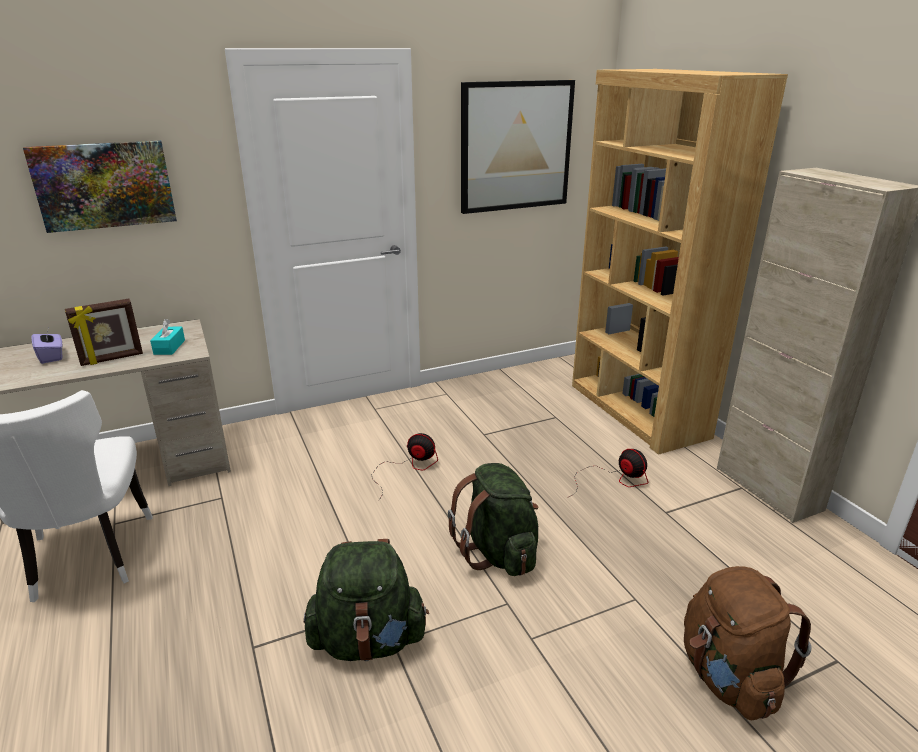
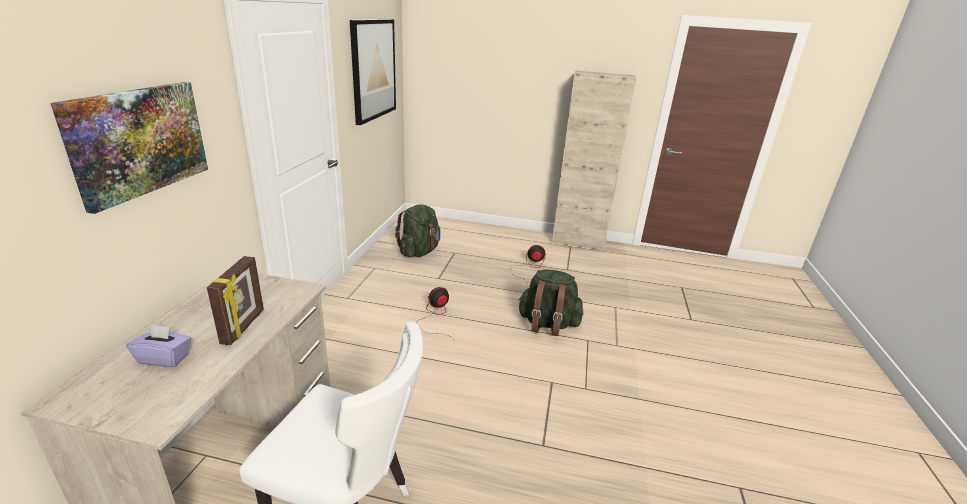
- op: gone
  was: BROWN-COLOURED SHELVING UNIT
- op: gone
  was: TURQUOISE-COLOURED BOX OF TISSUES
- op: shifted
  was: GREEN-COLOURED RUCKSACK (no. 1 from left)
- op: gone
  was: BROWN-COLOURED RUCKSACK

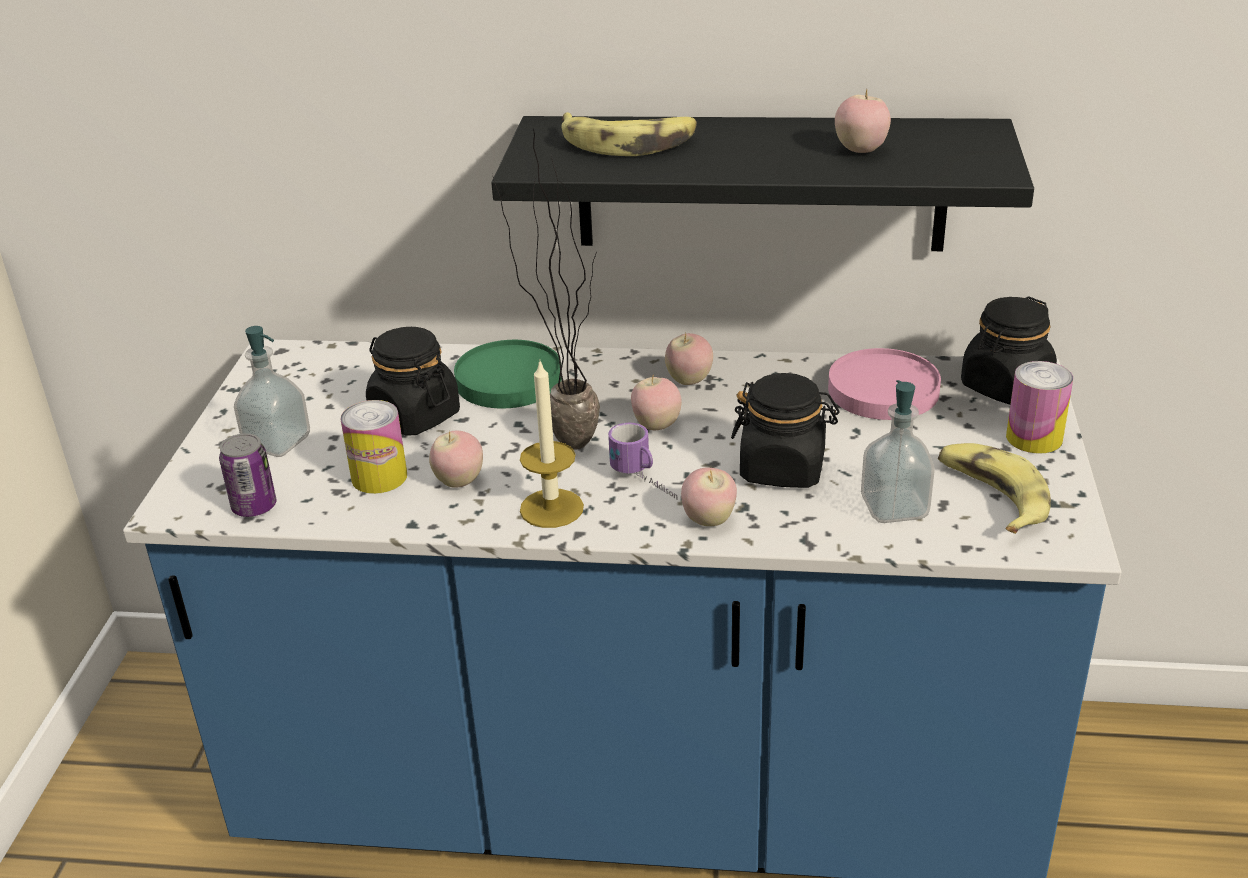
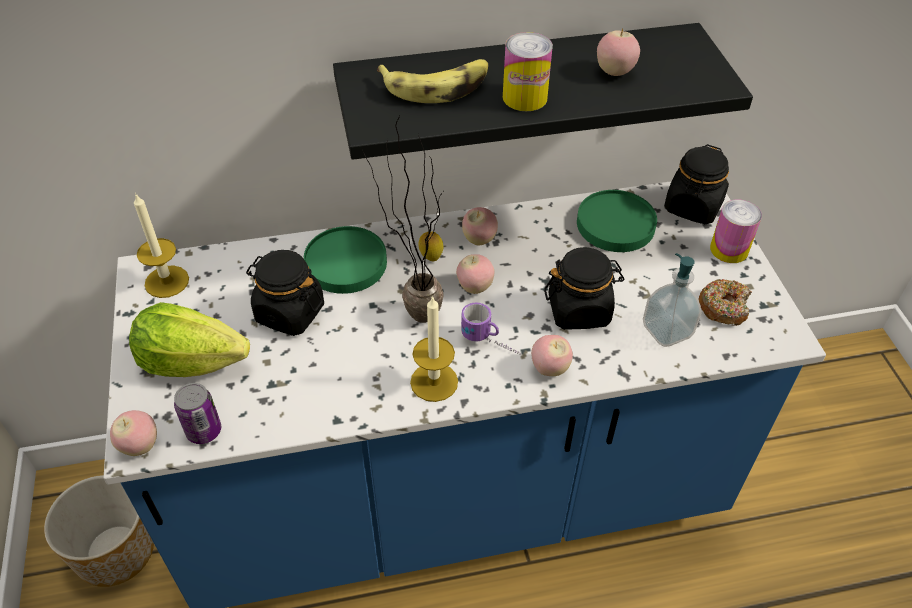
- op: swapped
  was: SOAP BOTTLE (no. 1 from left)
  now: LETTUCE HEAD
- op: repainted
  was: PINKISH PLATE
  now: GREEN-COLOURED PLATE (no. 2 from left)
- op: shifted
  was: CAN (no. 2 from left)
- op: shifted
  was: APPLE FRUIT (no. 1 from left)
- op: swapped
  was: WHOLE BANANA (no. 2 from left)
  now: RING DOUGHNUT
- op: new
  now: WAX CANDLE (no. 1 from left)
- op: new
  now: WHOLE LEMON
- op: new
  now: FLOWER POT

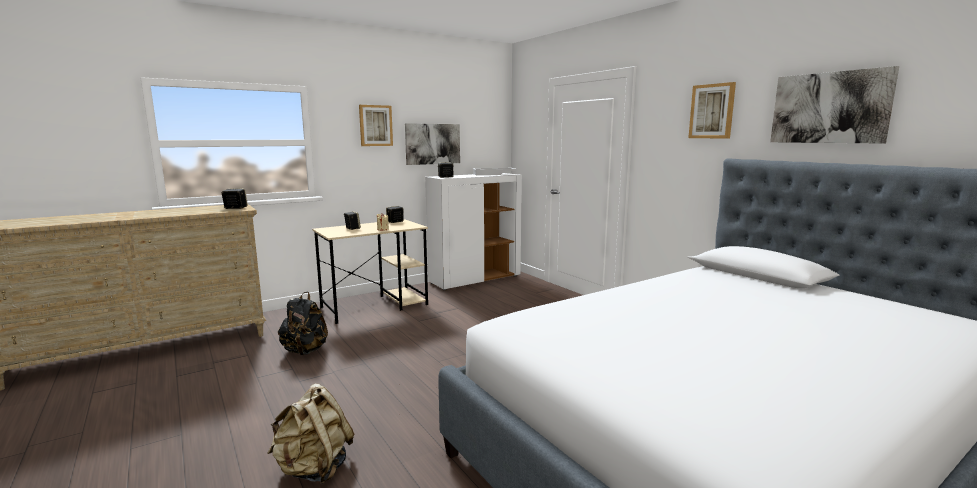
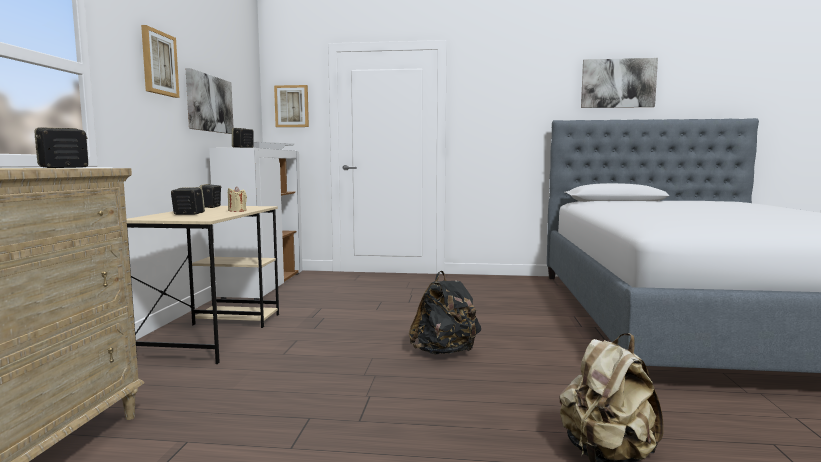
- op: shifted
  was: WALL PICTURE (no. 3 from left)
- op: shifted
  was: BLACKISH RUCKSACK

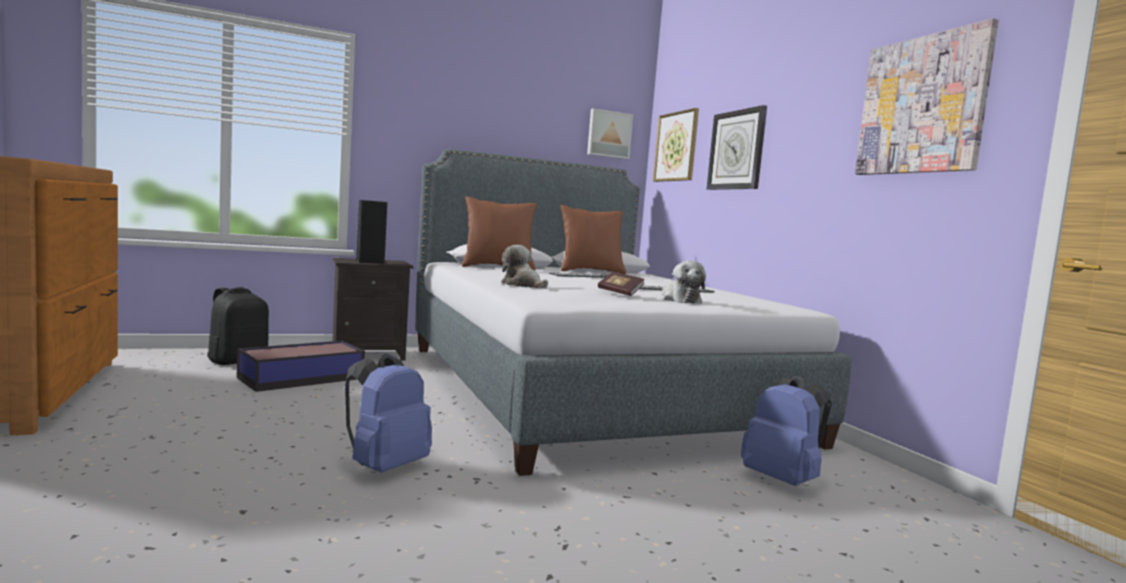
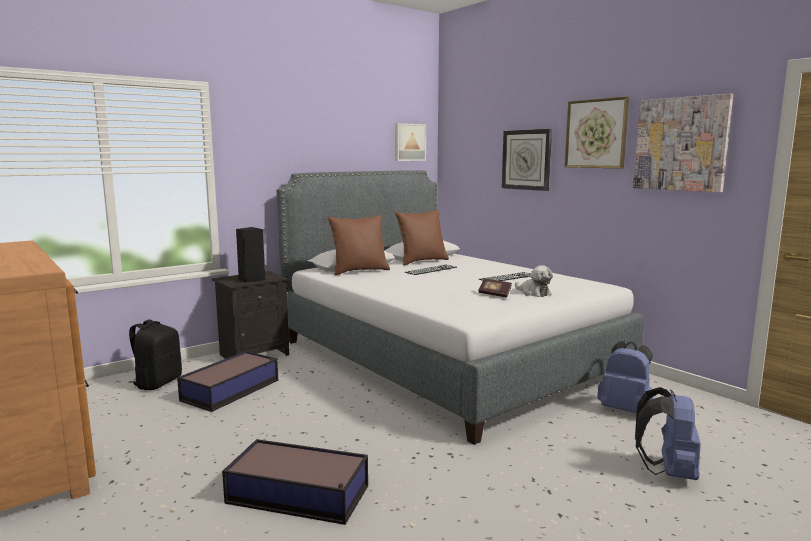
- op: shifted
  was: WALL PICTURE (no. 2 from left)
- op: gone
  was: CUDDLY TOY (no. 1 from left)
- op: shifted
  was: BLUISH RUCKSACK (no. 1 from left in the first image)
  now: BLUISH RUCKSACK (no. 2 from left)
- op: new
  now: STORAGE BIN (no. 2 from left)

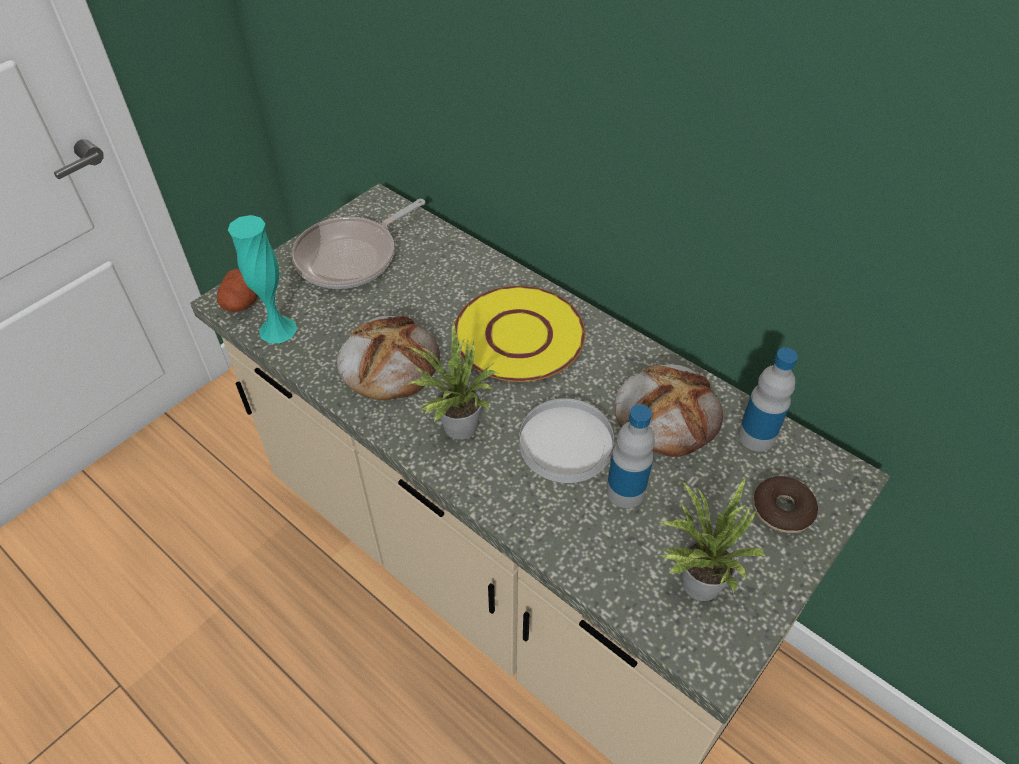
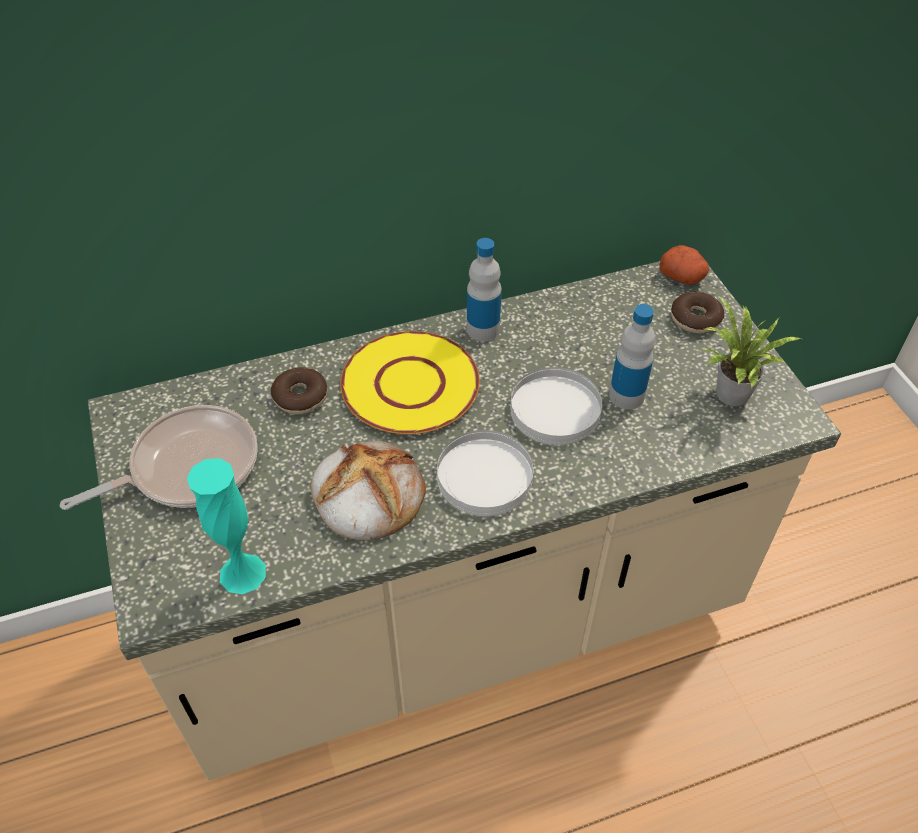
- op: rotated
  was: FRYING PAN
  clockwise: -105
- op: shifted
  was: SPUD
- op: swapped
  was: HOUSEPLANT (no. 1 from left)
  now: WHITISH PLATE (no. 1 from left)
- op: shifted
  was: DRINK BOTTLE (no. 2 from left in the first image)
  now: DRINK BOTTLE (no. 1 from left)
- op: gone
  was: BREAD (no. 2 from left)
- op: new
  now: RING DOUGHNUT (no. 1 from left)

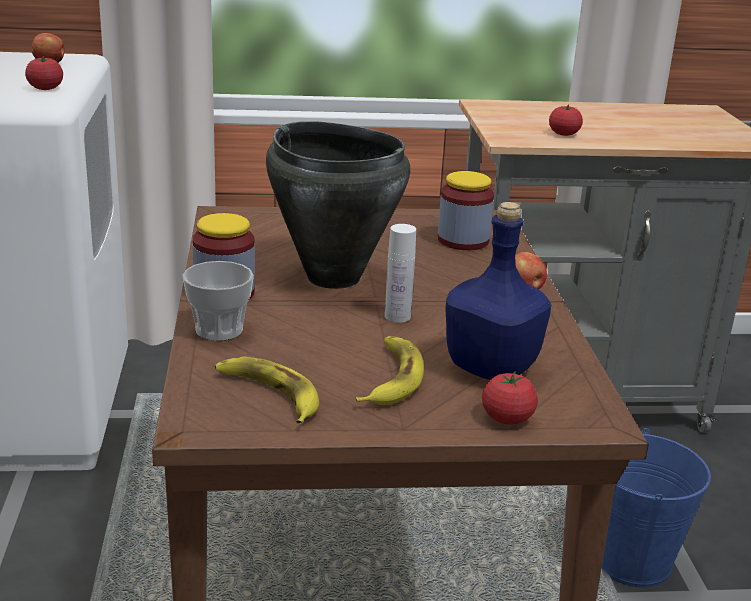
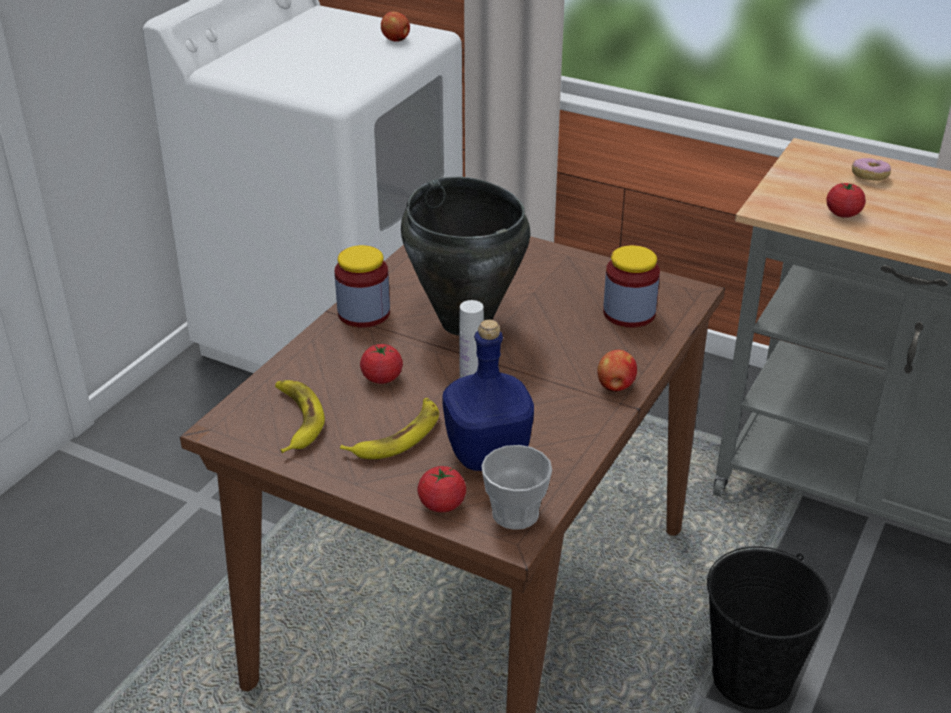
- op: shifted
  was: TOMATO (no. 1 from left)
- op: shifted
  was: SMALL CUP
- op: repainted
  was: BLUISH PAIL
  now: BLACKISH PAIL
- op: new
  now: RING DOUGHNUT

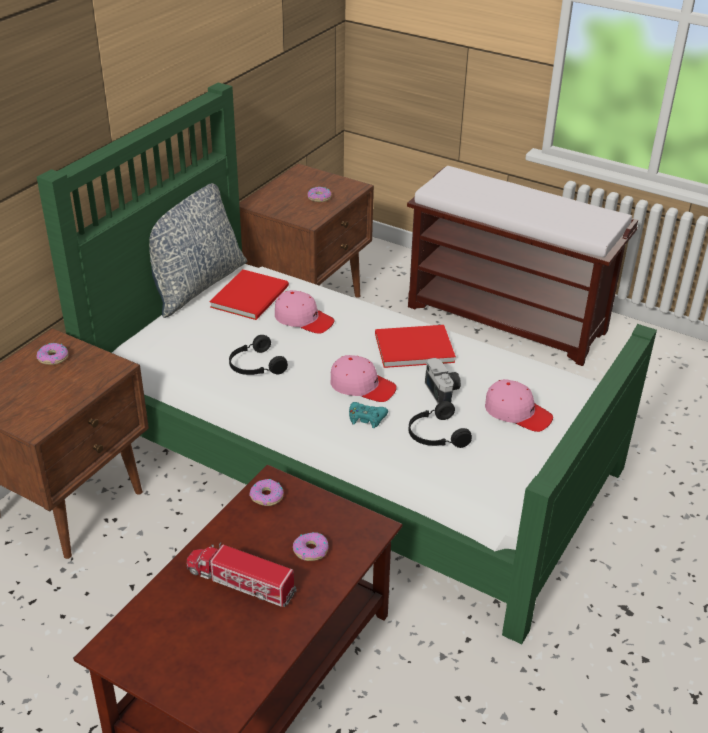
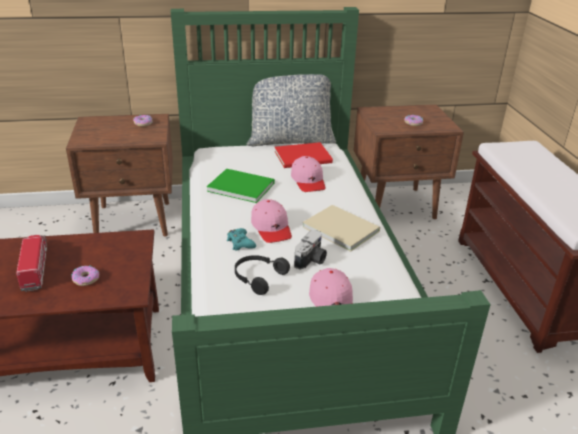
- op: repainted
  was: REDDISH VOLUME (no. 2 from left)
  now: BEIGE VOLUME
- op: swapped
  was: BLACKISH HEADSET (no. 1 from left)
  now: GREEN-COLOURED VOLUME
- op: gone
  was: RING DOUGHNUT (no. 2 from left)

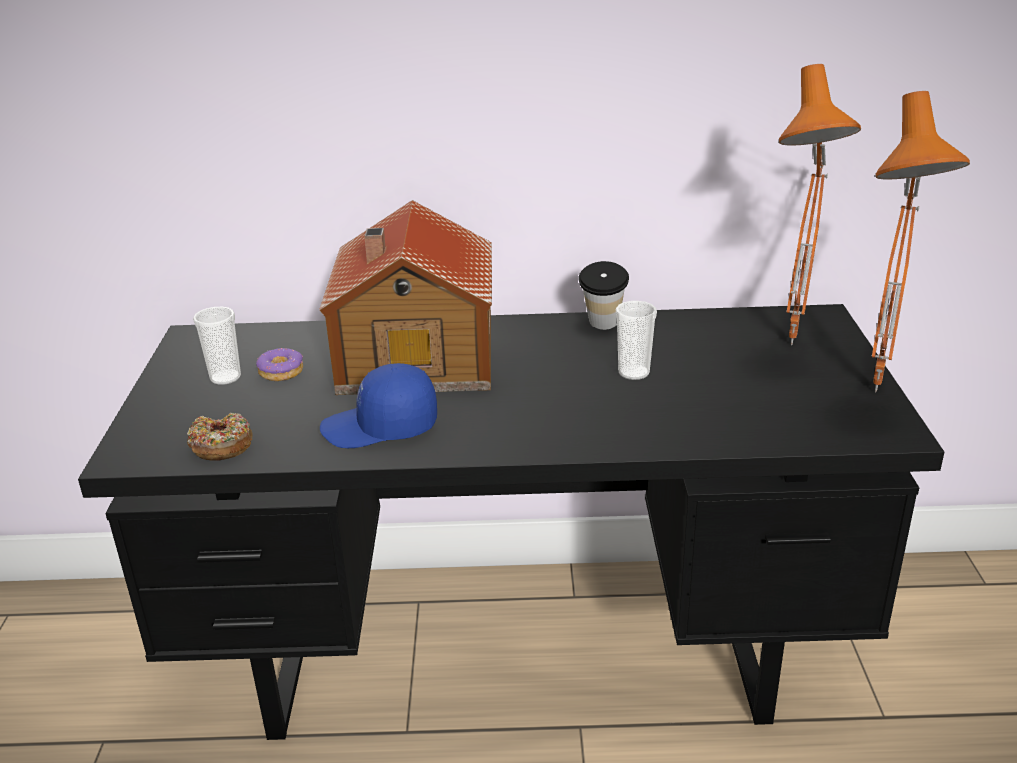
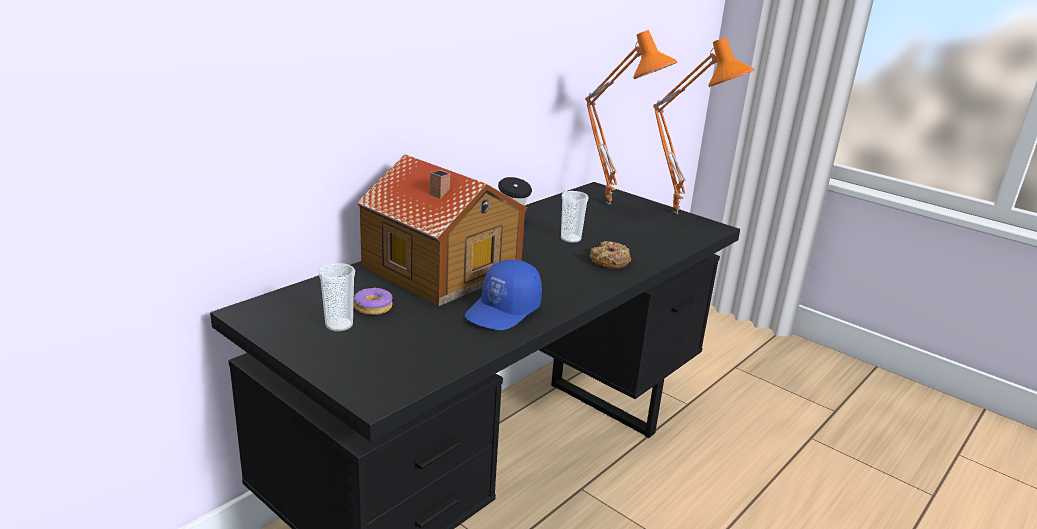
- op: shifted
  was: RING DOUGHNUT (no. 1 from left in the first image)
  now: RING DOUGHNUT (no. 2 from left)

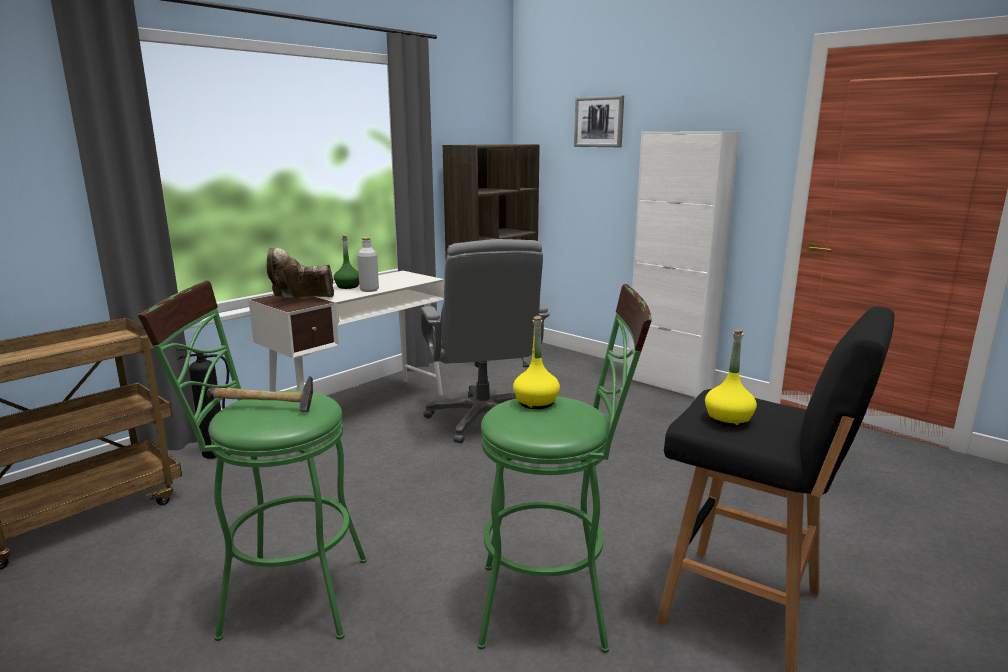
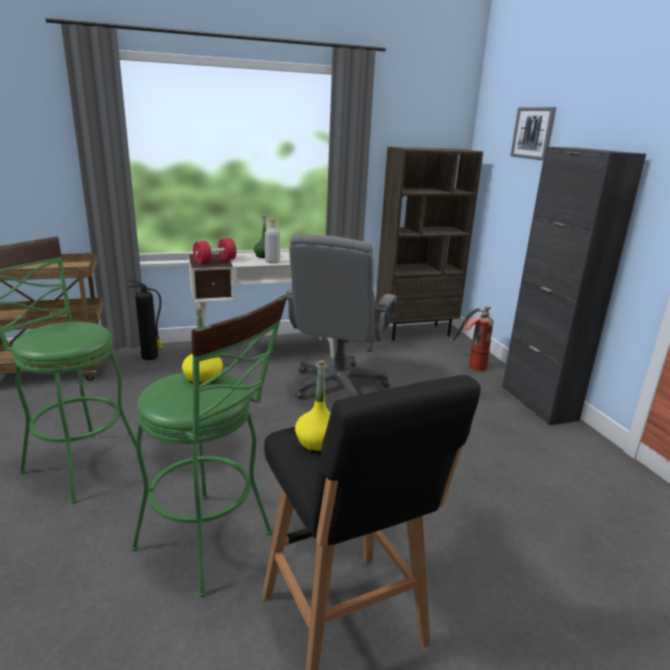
- op: repainted
  was: WHITISH CUPBOARD
  now: BLACKISH CUPBOARD
- op: swapped
  was: BROWN-COLOURED TALL BOOT
  now: REDDISH HAND WEIGHT
- op: gone
  was: TOOL HAMMER
- op: new
  now: FIRE-FIGHTING CYLINDER (no. 2 from left)

